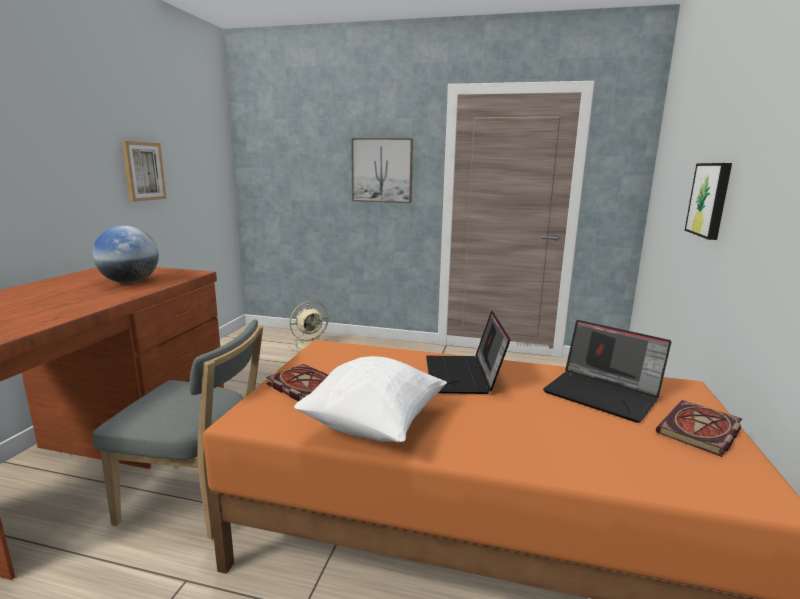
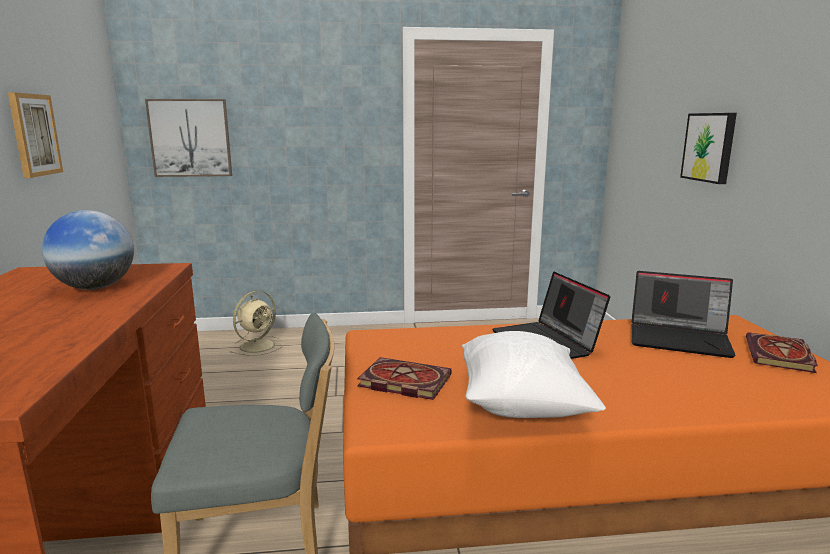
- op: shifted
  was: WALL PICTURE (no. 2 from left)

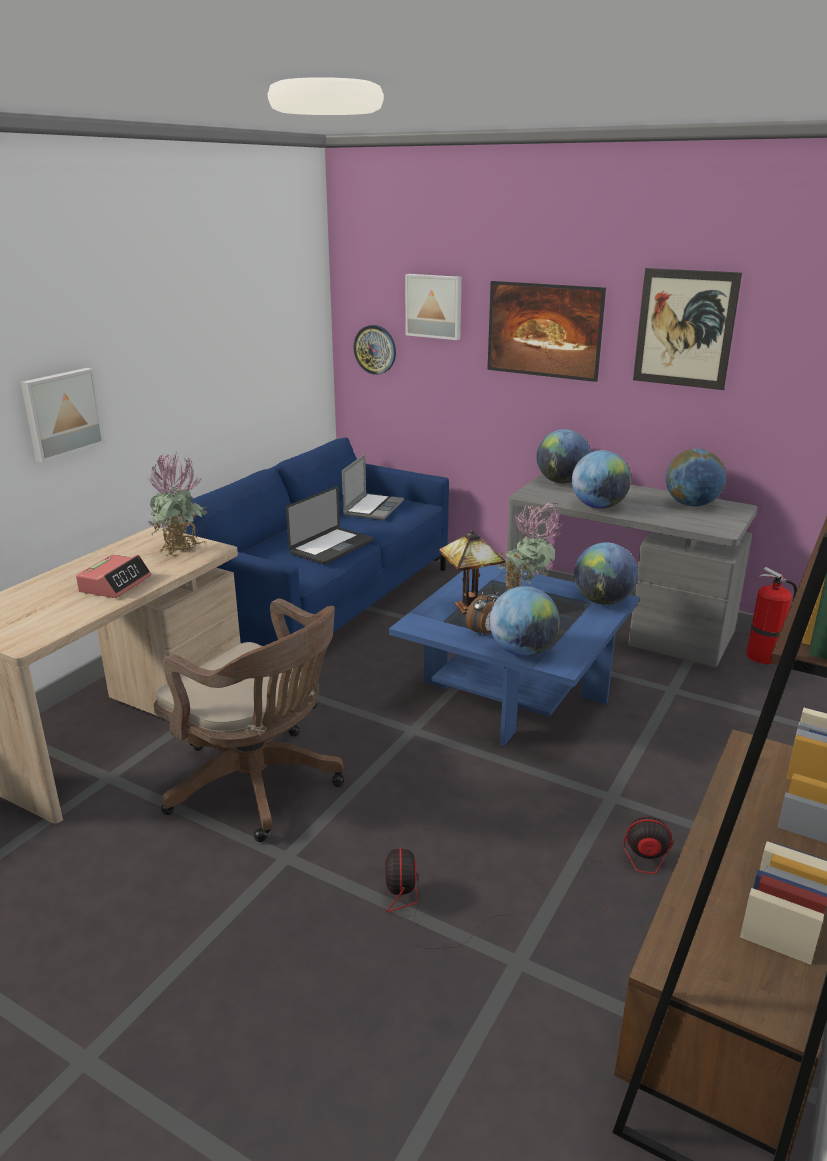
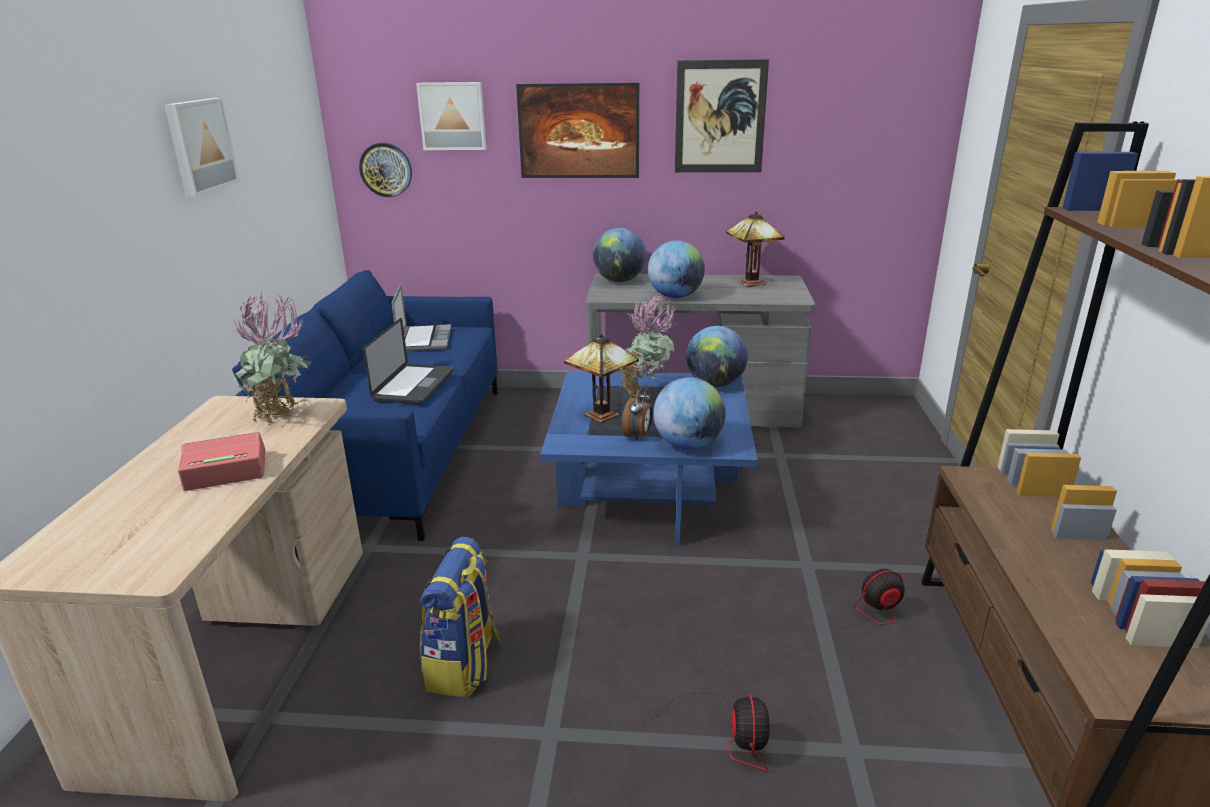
- op: shifted
  was: WALL PICTURE (no. 1 from left)
- op: swapped
  was: GLOBE (no. 5 from left)
  now: TABLETOP LAMP (no. 2 from left)
- op: rotated
  was: ALARM CLOCK (no. 1 from left)
  clockwise: -105
- op: gone
  was: FIRE-FIGHTING CYLINDER
- op: swapped
  was: BROWN-COLOURED DESK CHAIR
  now: RUCKSACK
- op: rotated
  was: FAN (no. 1 from left)
  clockwise: -150

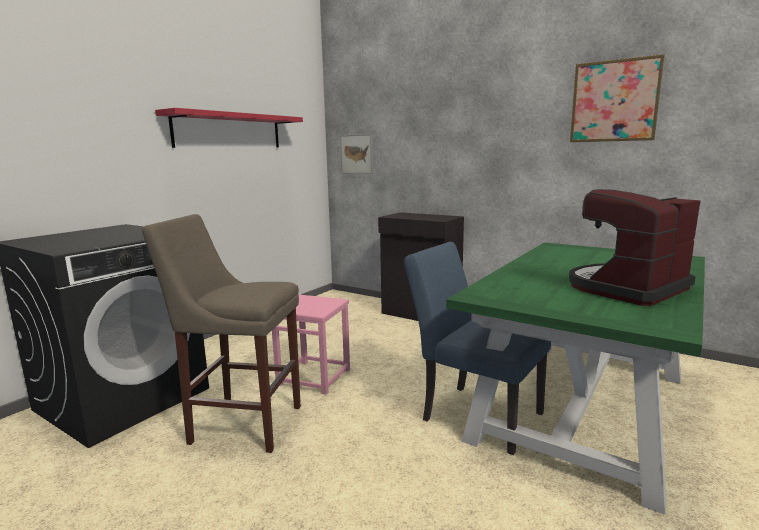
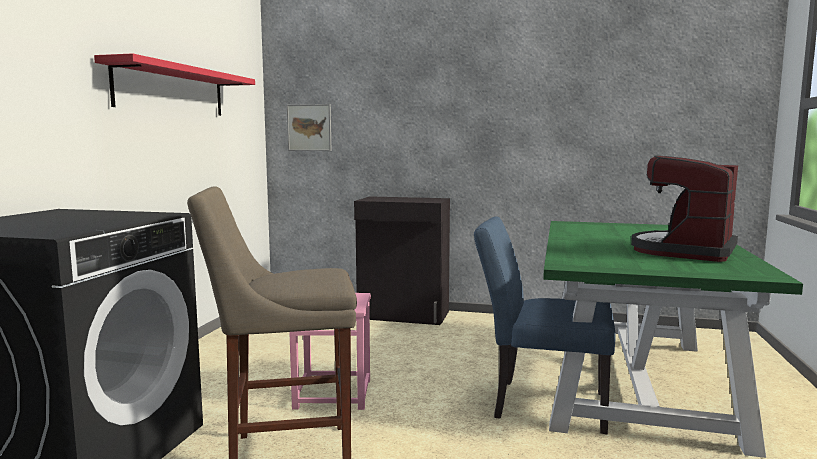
- op: gone
  was: WALL PICTURE (no. 2 from left)

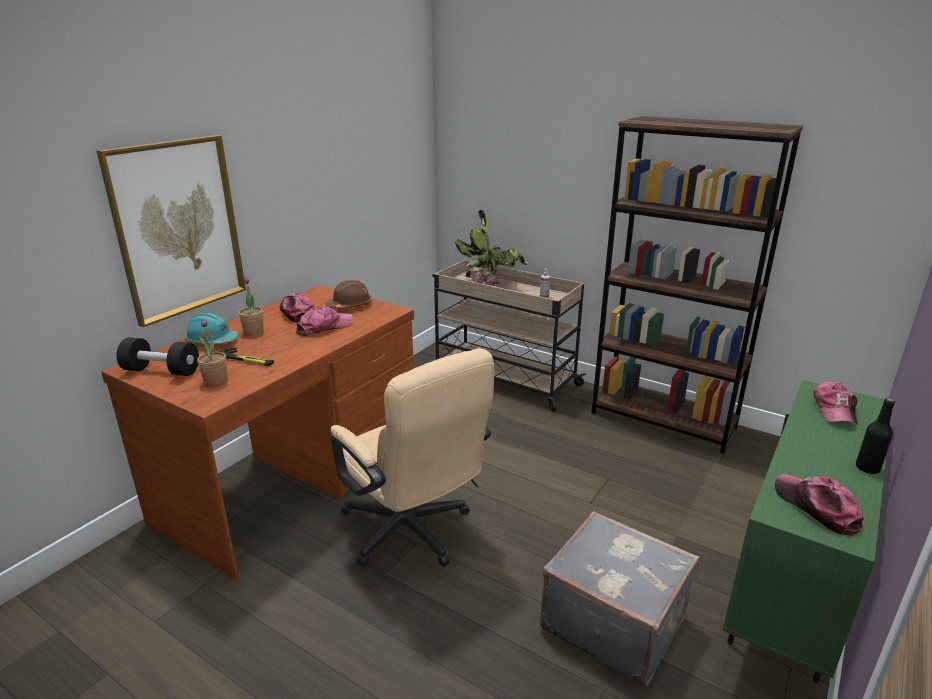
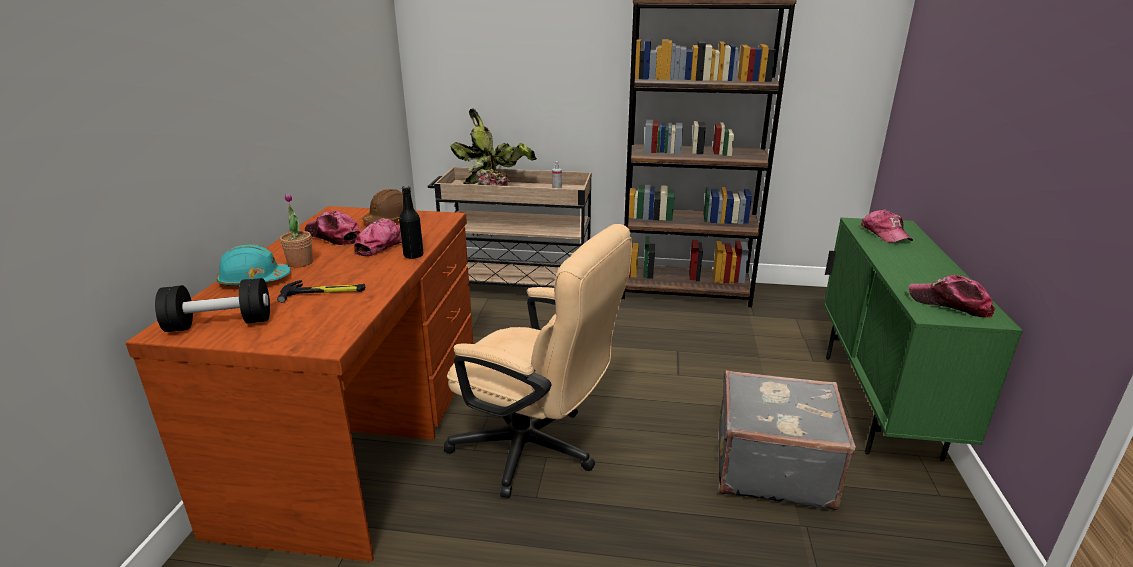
- op: gone
  was: WALL PICTURE
- op: gone
  was: HOUSEPLANT (no. 1 from left)
- op: shifted
  was: BLACKISH DRINK BOTTLE

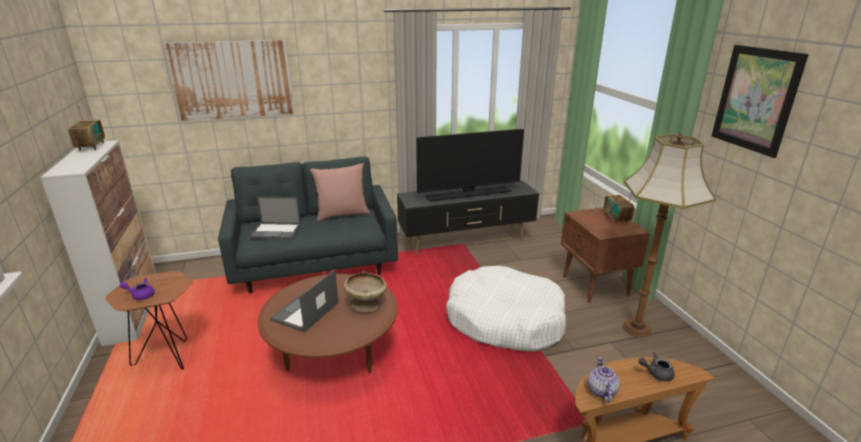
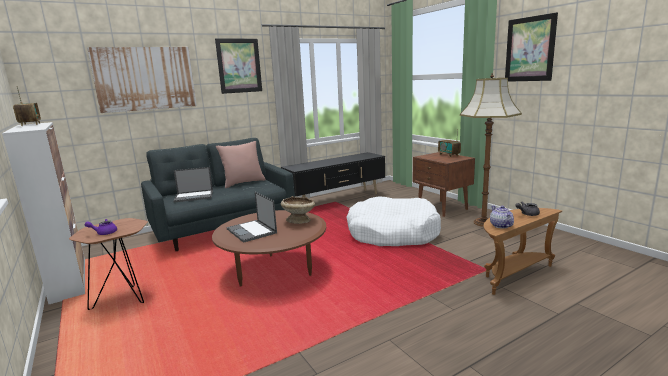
- op: gone
  was: TV
- op: rotated
  was: LAPTOP (no. 2 from left)
  clockwise: -45
- op: new
  now: WALL PICTURE (no. 2 from left)

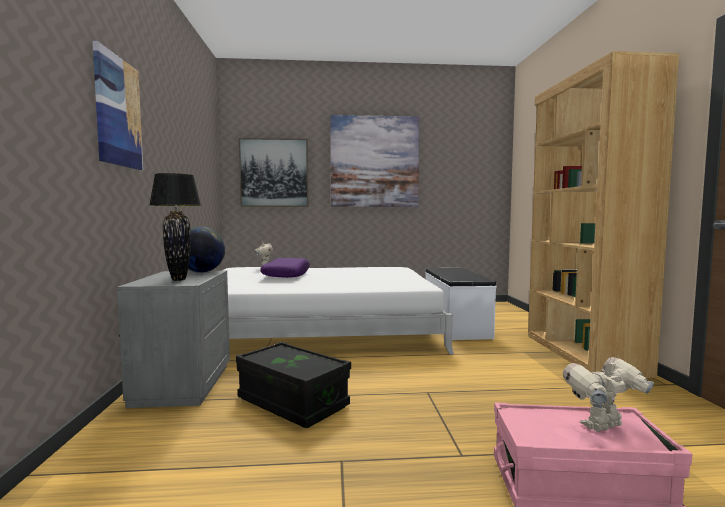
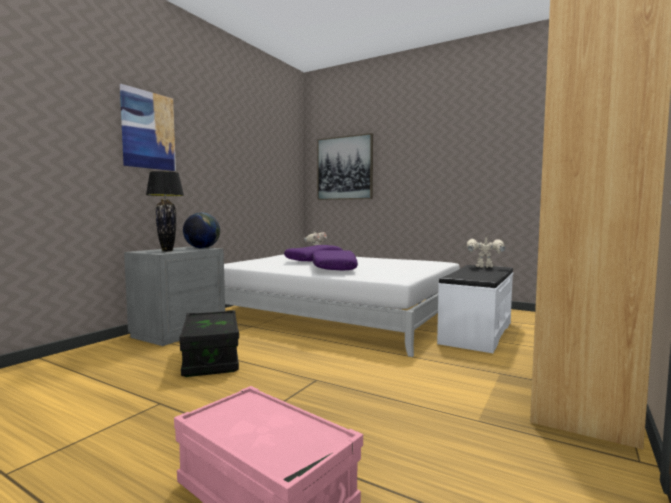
- op: gone
  was: WALL PICTURE (no. 3 from left)
- op: shifted
  was: ROBOT FIGURE (no. 2 from left)
- op: new
  now: PURPLE CUSHION (no. 2 from left)

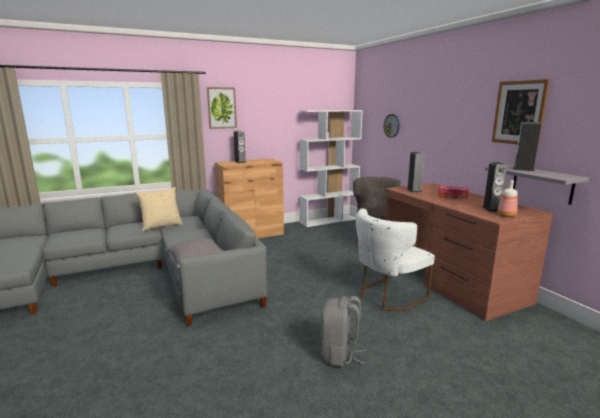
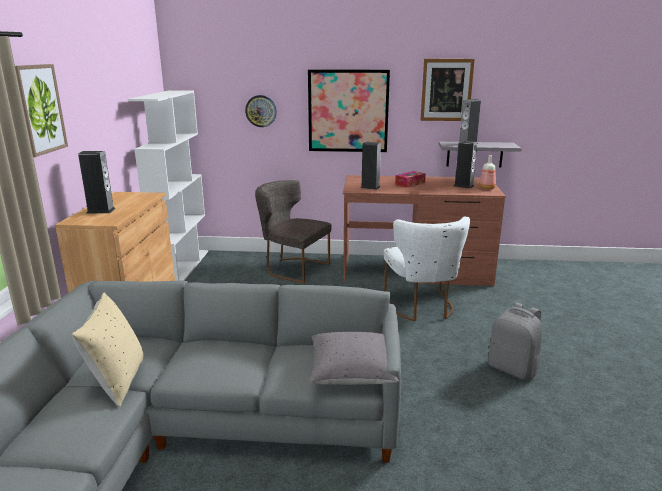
- op: new
  now: WALL PICTURE (no. 2 from left)

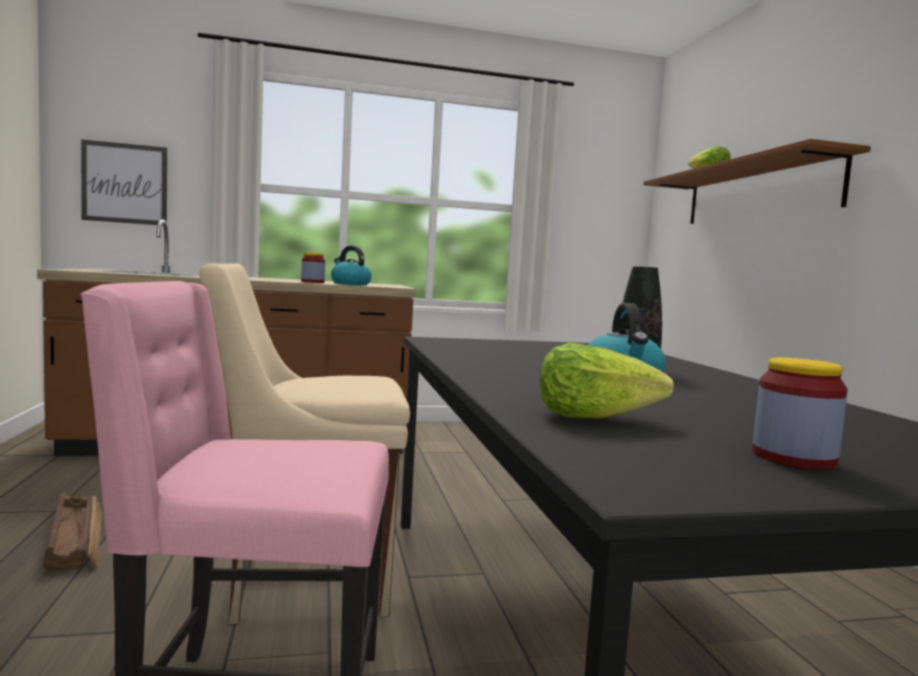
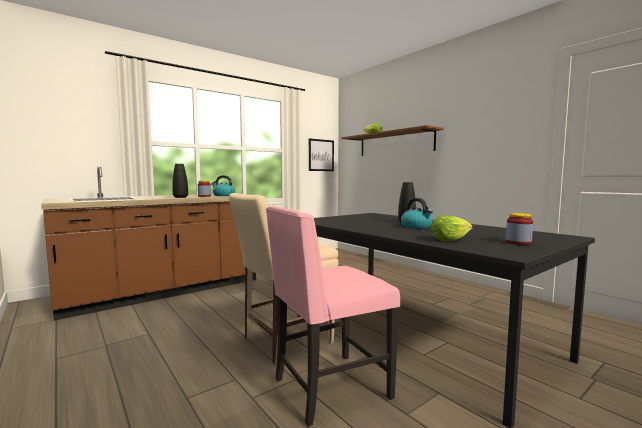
- op: shifted
  was: WALL PICTURE
- op: gone
  was: SHIPPING CRATE
- op: new
  now: BLACKISH DECORATIVE VASE (no. 1 from left)

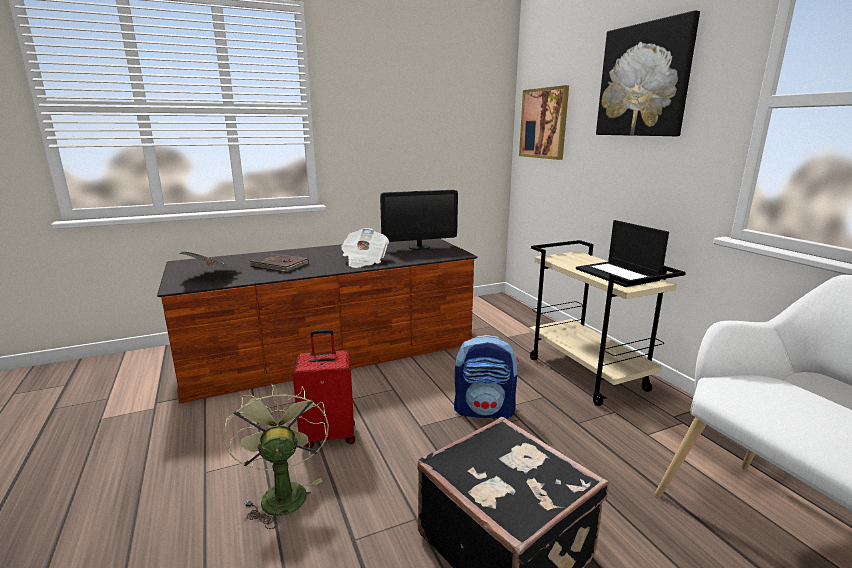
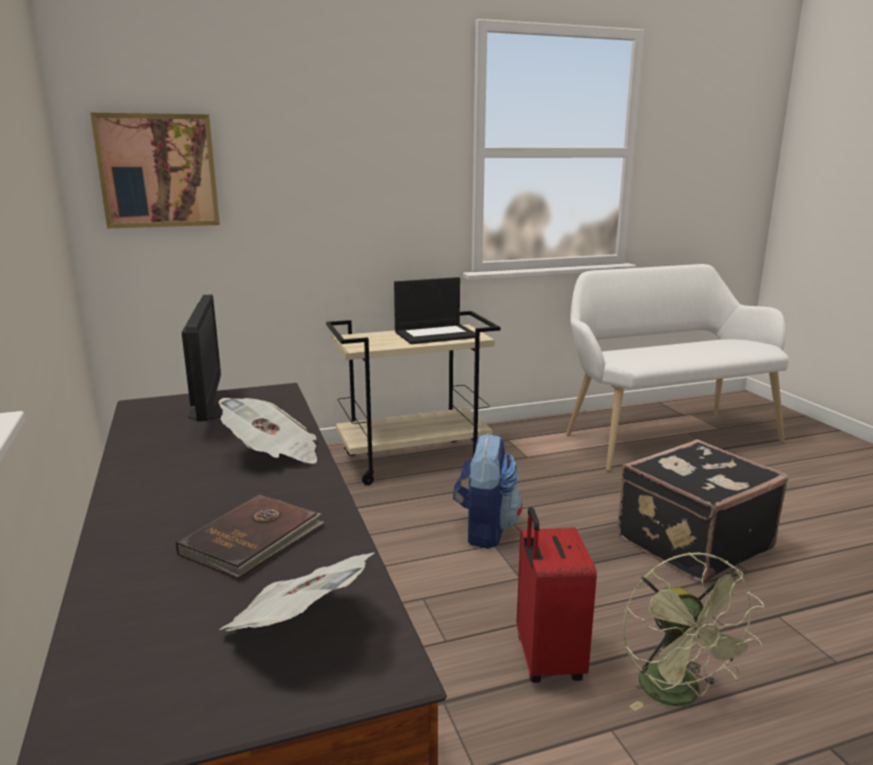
- op: gone
  was: WALL PICTURE (no. 2 from left)
- op: rotated
  was: GREEN-COLOURED FAN
  clockwise: -90

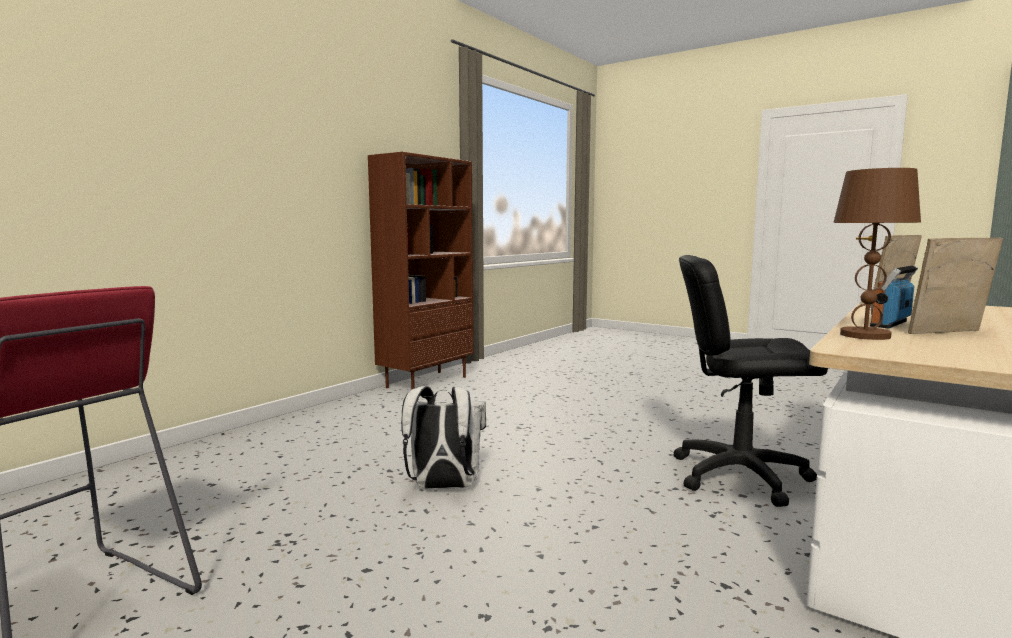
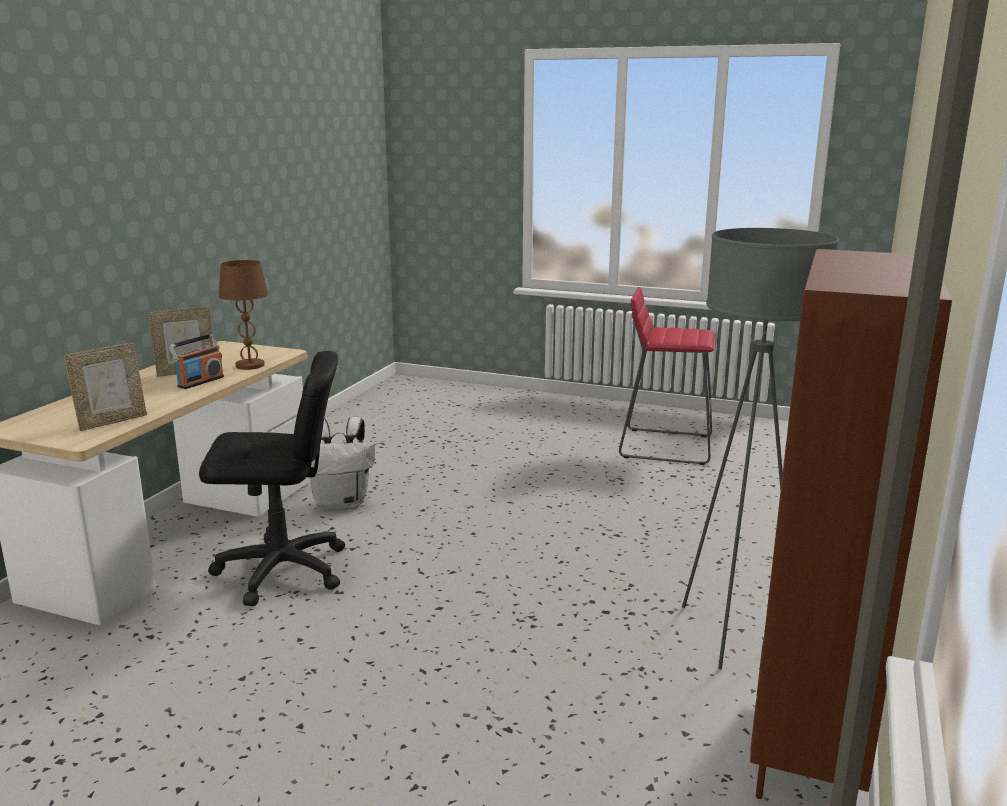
- op: shifted
  was: WHITISH RUCKSACK
- op: new
  now: GREYISH STANDING LAMP

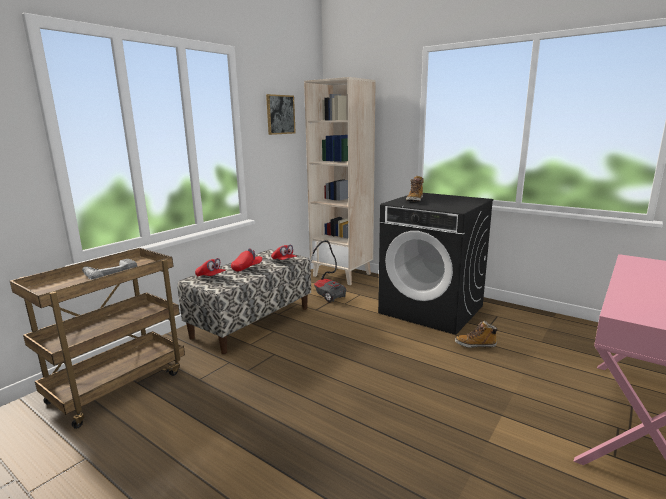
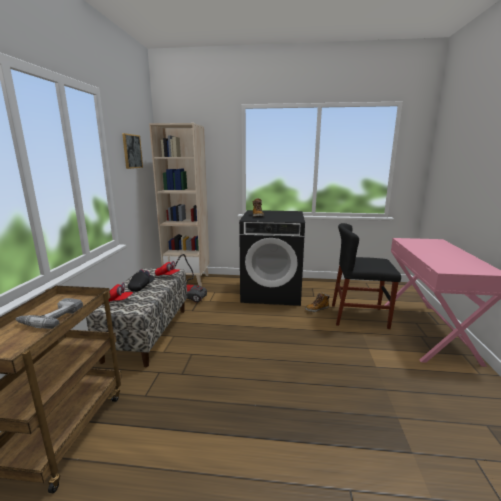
- op: repainted
  was: REDDISH CAP (no. 2 from left)
  now: BLACKISH CAP
- op: new
  now: BLACKISH PLAIN CHAIR

